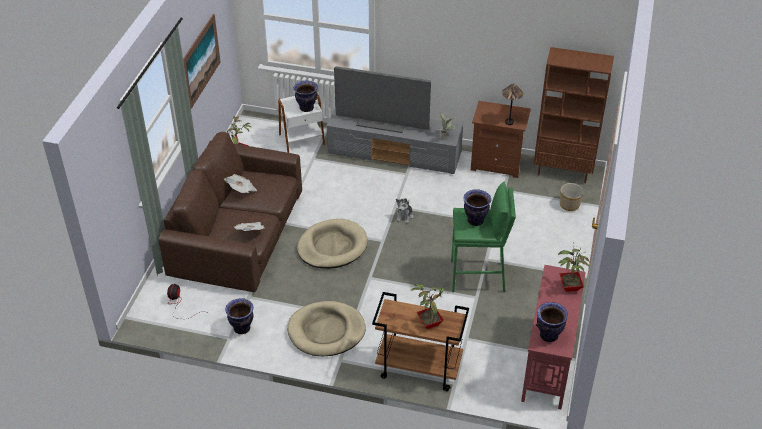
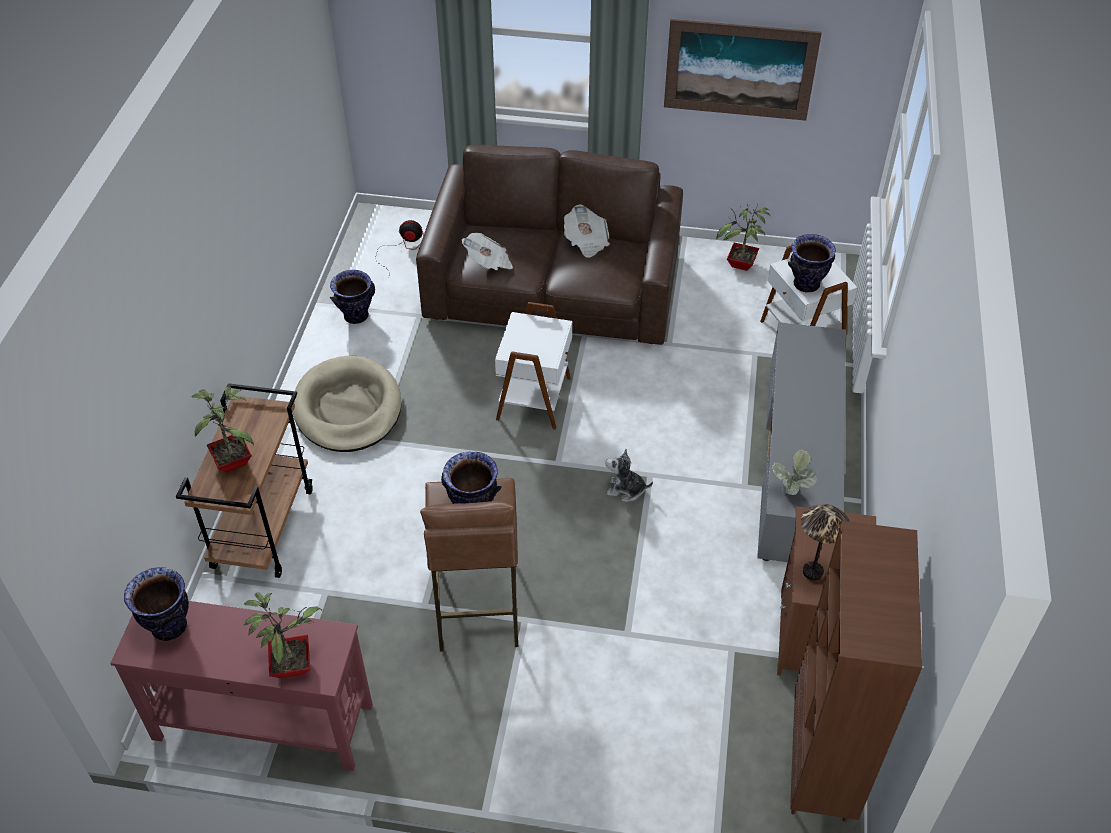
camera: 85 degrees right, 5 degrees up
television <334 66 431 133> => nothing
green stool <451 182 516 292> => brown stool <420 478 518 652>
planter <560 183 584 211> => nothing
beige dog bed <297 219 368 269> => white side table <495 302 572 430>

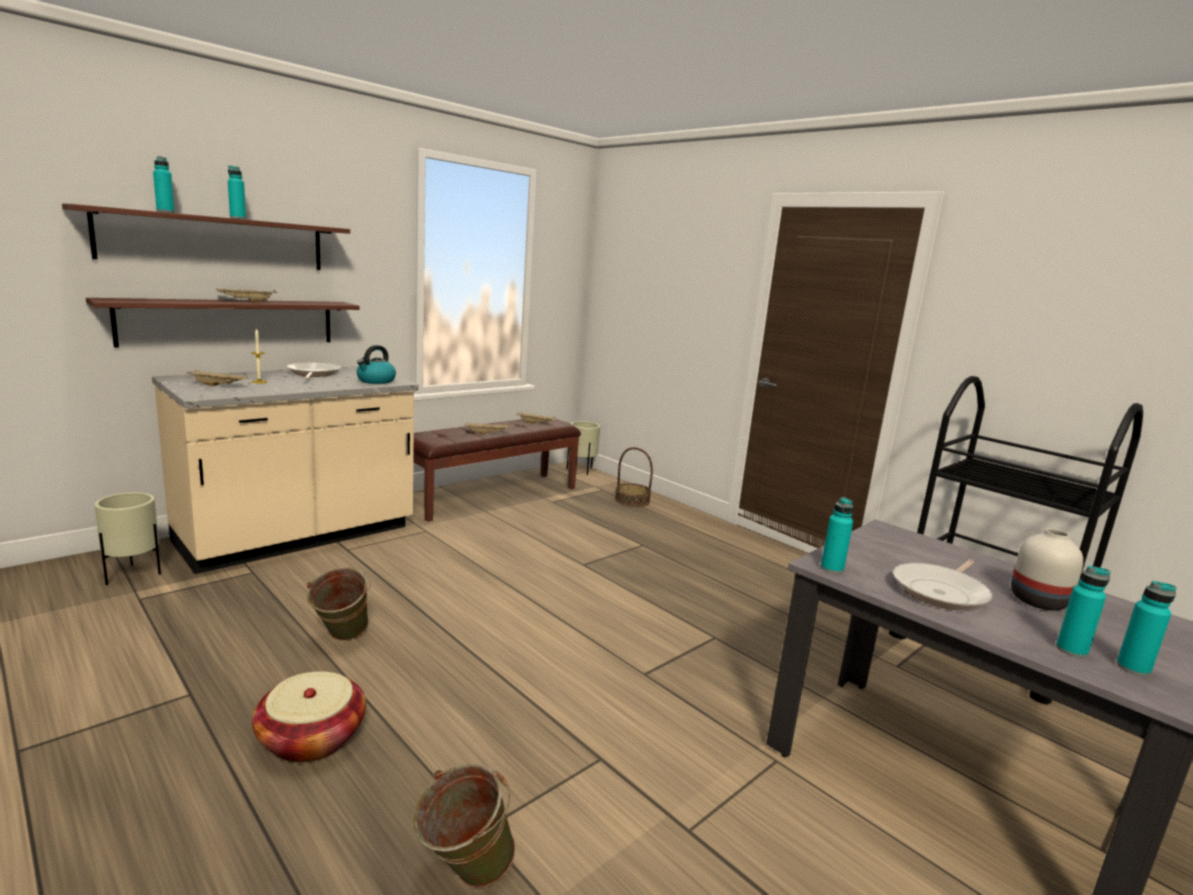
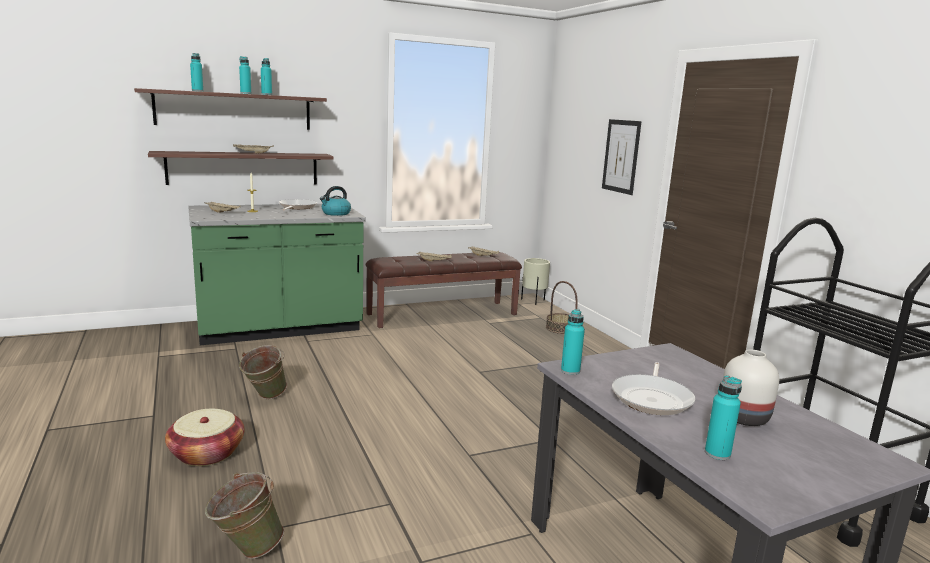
camera: 20 degrees right, 0 degrees up
beige counter <152 366 419 574> => green counter <188 204 366 345>
beige planter <94 492 161 585> => nothing
frying pan <893 560 992 610> => frying pan <612 362 695 415>, 45 degrees counterclockwise
turquoise bottle <1116 581 1177 676> => turquoise bottle <261 58 272 95>, move
nothing => picture <602 119 642 195>

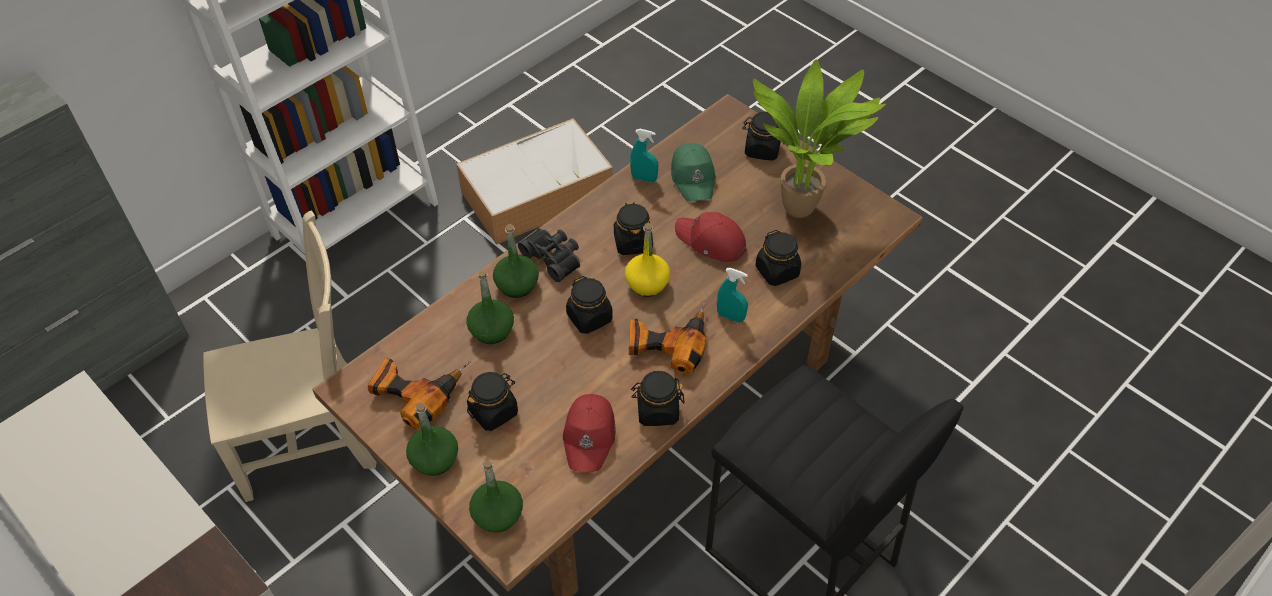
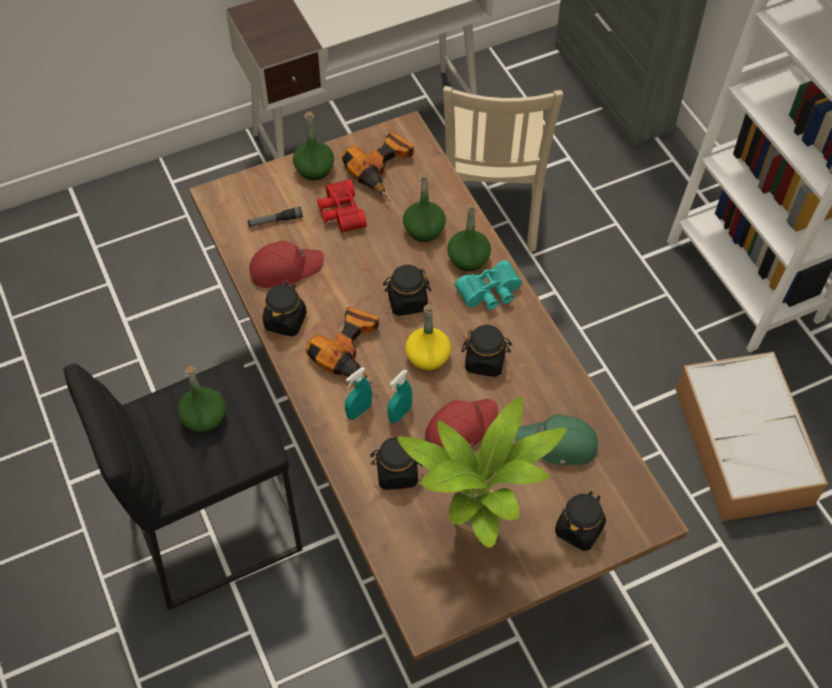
camera: 110 degrees right, 5 degrees up
turquoise spray bottle <630 129 658 182> => turquoise spray bottle <387 369 412 423>, move
black binoculars <518 228 580 282> => turquoise binoculars <455 260 522 310>
black jar <467 372 518 431> => red binoculars <317 179 367 233>
red cap <563 394 616 472> => red cap <249 241 324 288>, 135 degrees clockwise
green bottle <469 460 523 533> => green bottle <177 366 226 433>, move
nothing => flashlight <247 207 303 227>

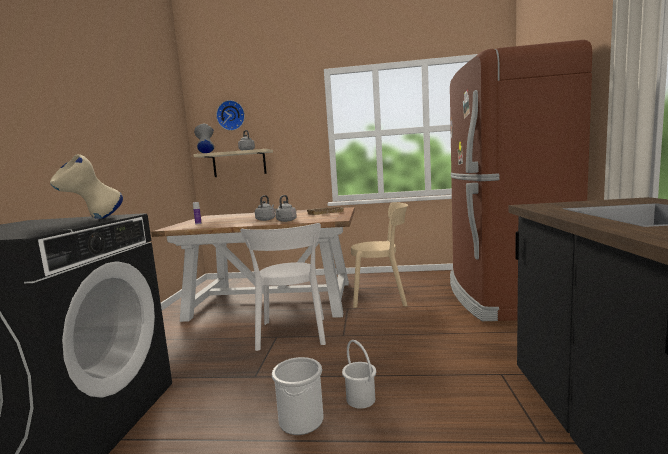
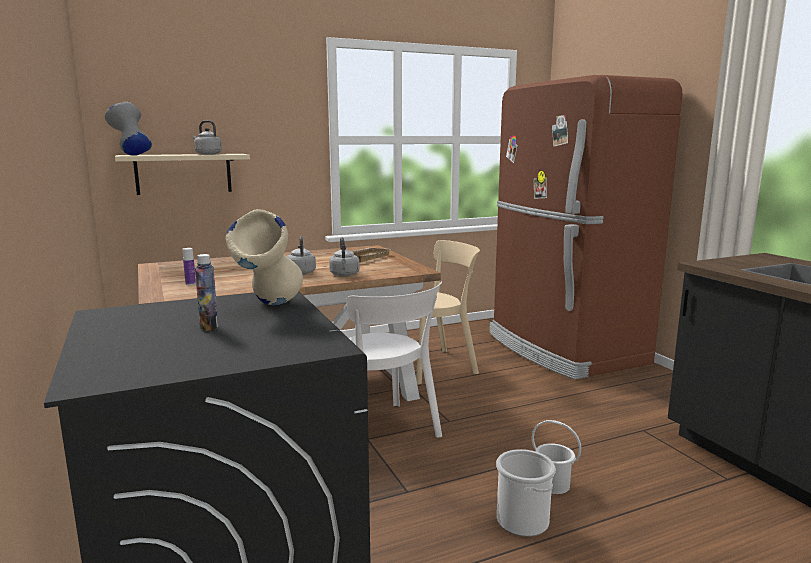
camera: 30 degrees left, 5 degrees up
wall clock <216 100 245 131> => nothing
nothing => bottle <195 254 218 331>

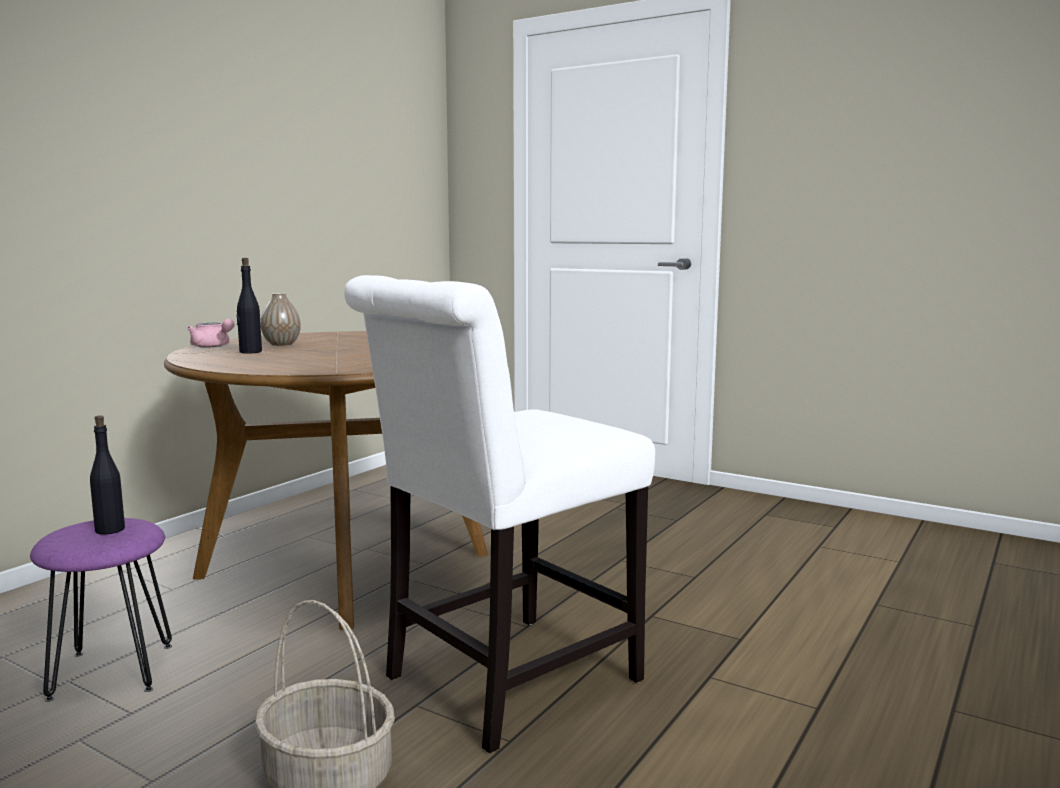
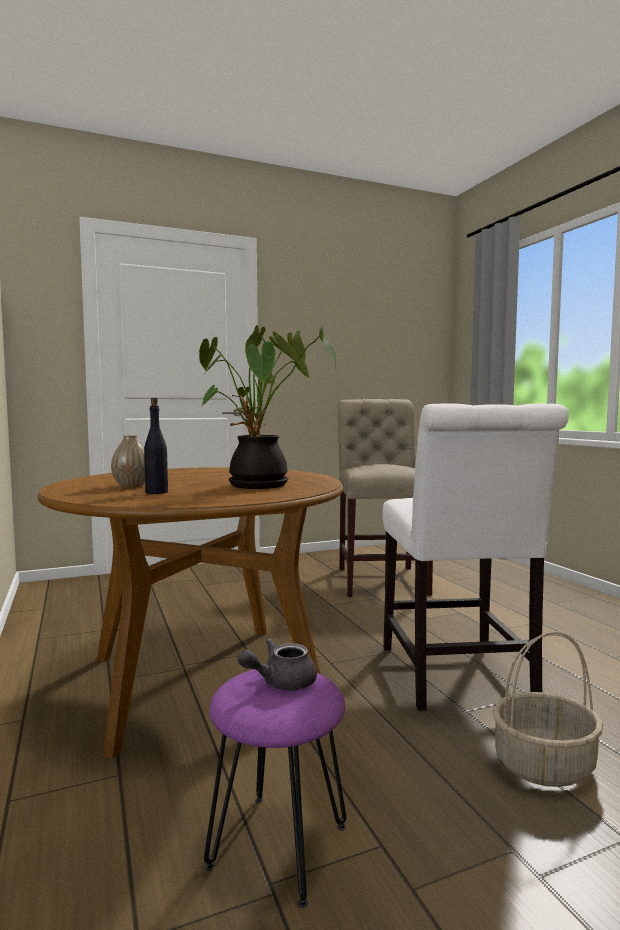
camera: 55 degrees left, 5 degrees down
pink teapot <187 319 234 347> => nothing
black bottle <90 415 125 535> => grey teapot <238 638 317 691>
nothing => potted plant <199 325 337 489>
nothing => beige chair <338 399 433 597>

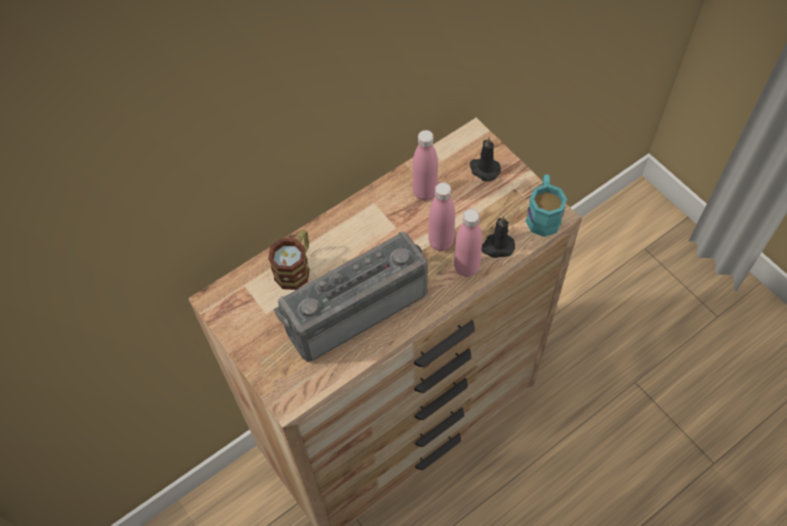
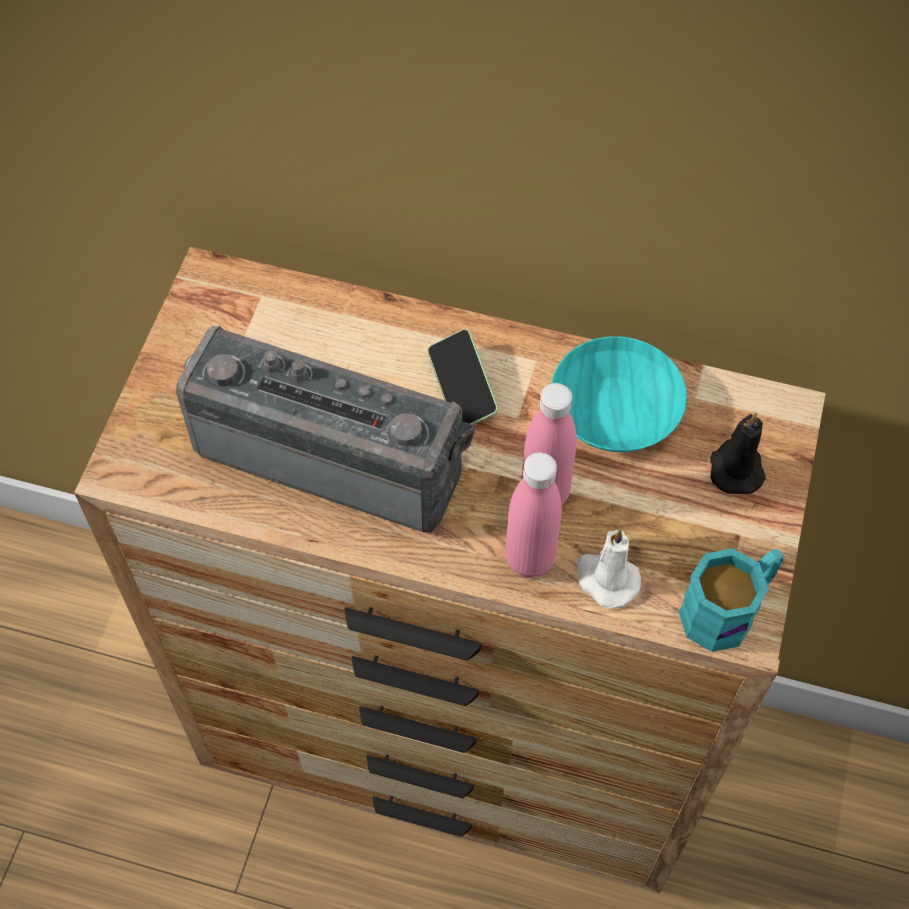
camera: 50 degrees right, 0 degrees up
pink bottle <413 130 438 201> => turquoise bowl <551 336 687 452>
black candle <481 216 515 258> => white candle <577 529 641 608>
mug <268 229 310 290> => nothing
nothing => phone <427 329 498 425>

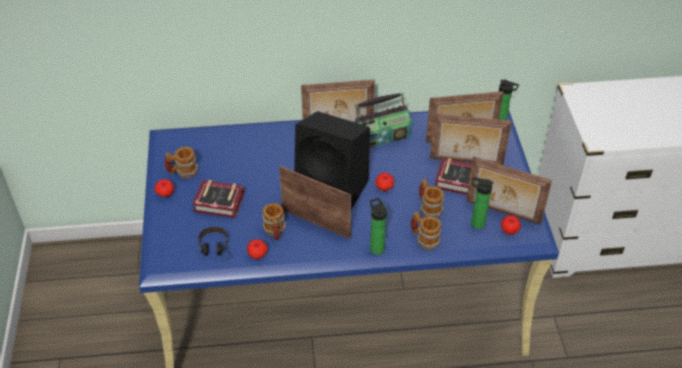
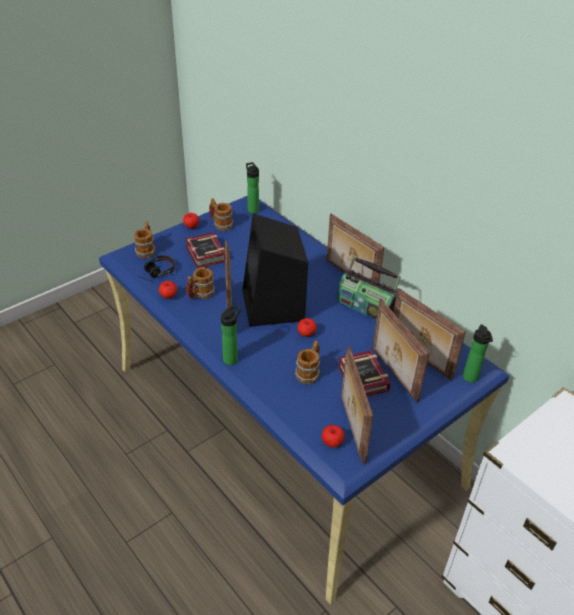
camera: 55 degrees right, 5 degrees down
bottle <471 177 493 229> => bottle <246 162 259 214>, move
mug <410 211 441 250> => mug <134 221 155 258>, move

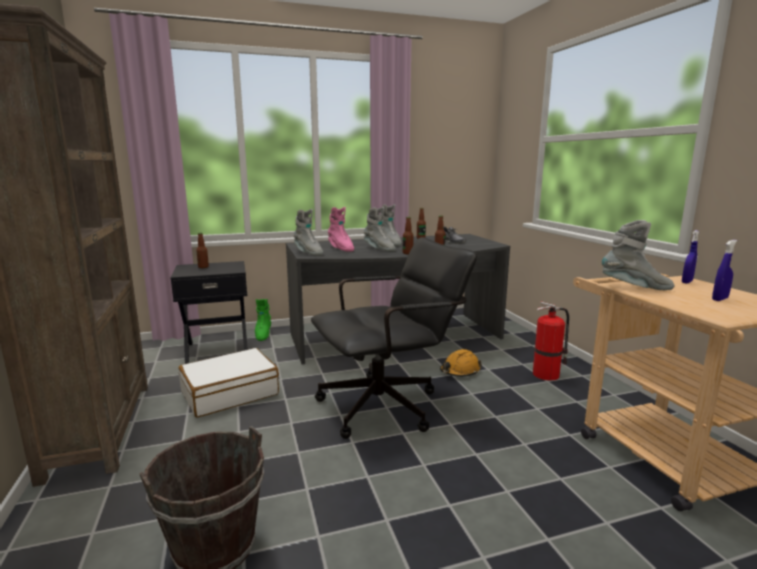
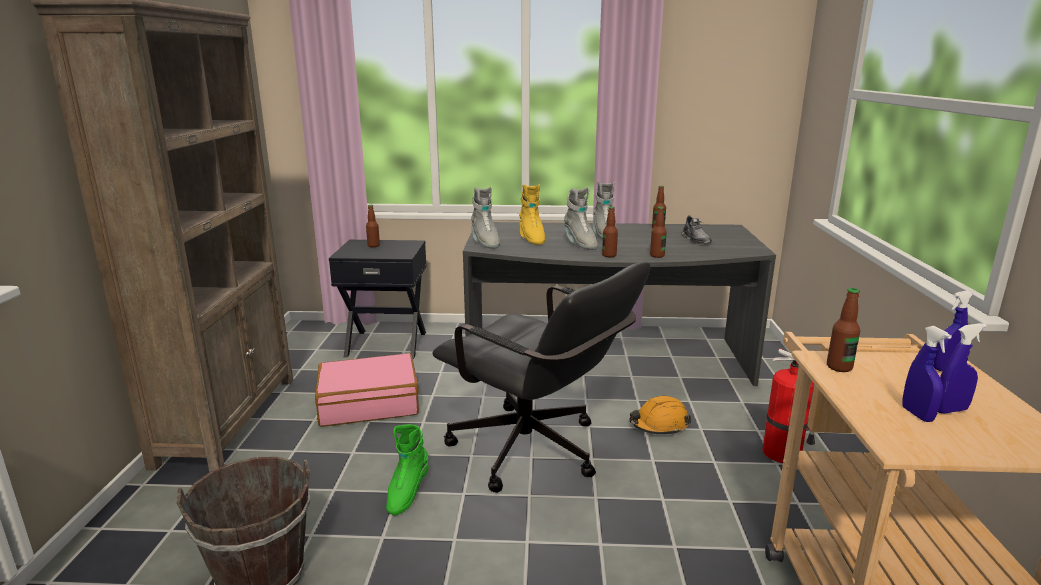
camera: 20 degrees right, 5 degrees up
pink boot <328 207 354 252> => yellow boot <519 184 545 245>
grey boot <602 220 674 290> => bottle <827 288 860 372>
black office chair <311 237 477 439> => black office chair <433 262 651 493>, 45 degrees clockwise
green boot <255 299 271 341> => green boot <386 424 429 516>, move
white suitcase <178 348 279 417> => pink suitcase <315 353 419 427>
nothing => blue spray bottle <903 326 952 422>

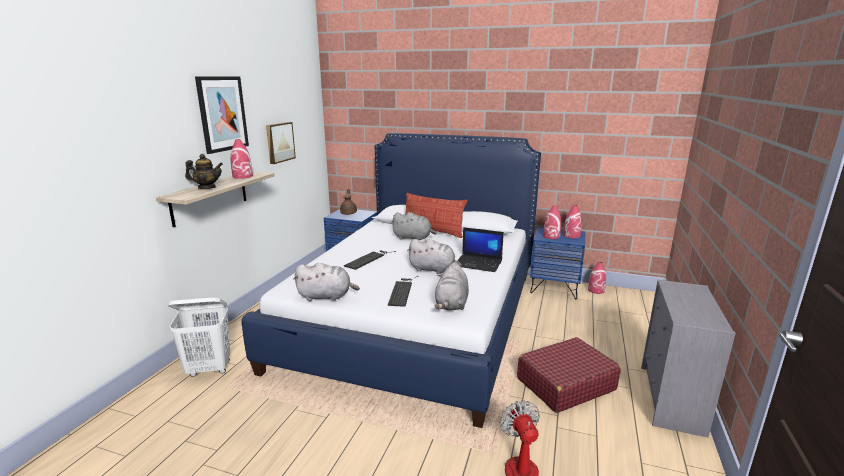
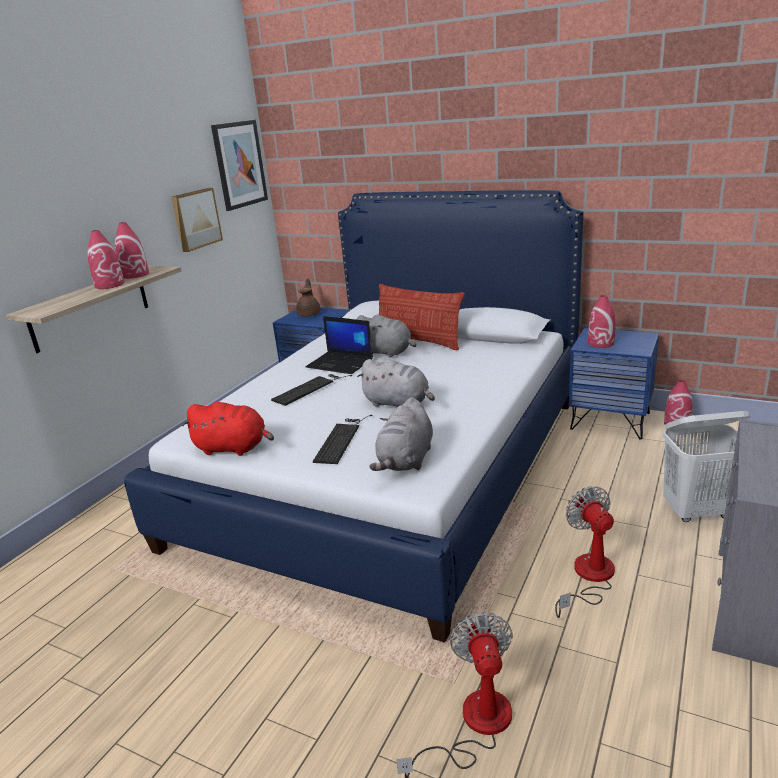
camera: 10 degrees right, 5 degrees up
picture <195 76 249 154> => picture <211 120 268 211>, move
teapot <185 154 223 189> => nothing
red vase <563 205 582 238> => red vase <87 230 124 289>, move
laptop <457 227 504 272> => laptop <306 316 373 374>, move
grey plush toy <293 263 360 301> => red plush toy <183 402 274 456>
white laundry basket <168 298 230 377> => white laundry basket <663 411 751 522>, move
red suitcase <517 337 621 413> => fan <555 486 615 618>

